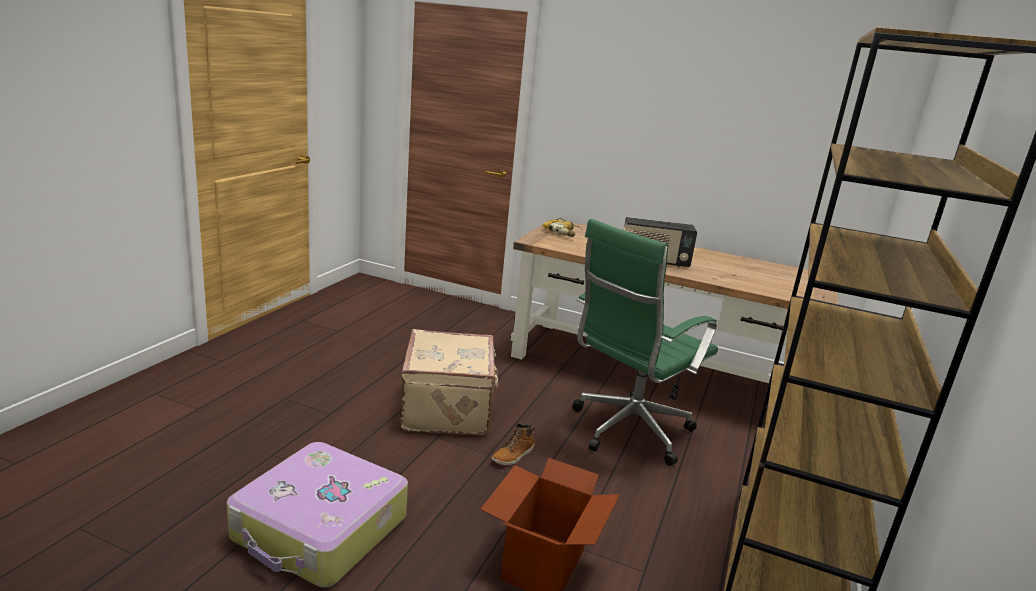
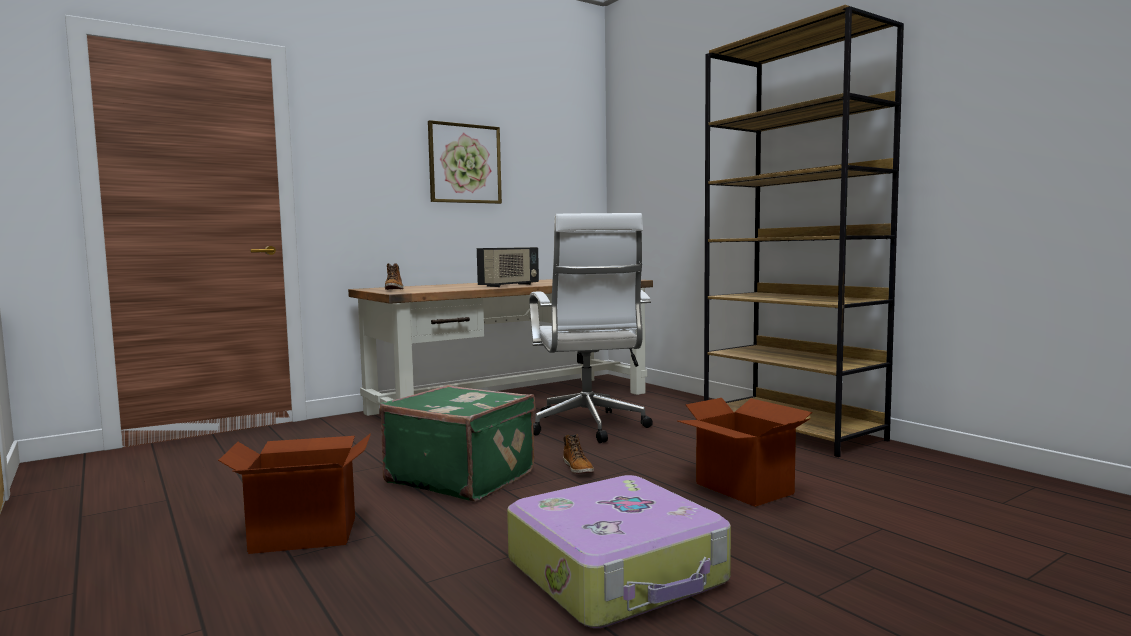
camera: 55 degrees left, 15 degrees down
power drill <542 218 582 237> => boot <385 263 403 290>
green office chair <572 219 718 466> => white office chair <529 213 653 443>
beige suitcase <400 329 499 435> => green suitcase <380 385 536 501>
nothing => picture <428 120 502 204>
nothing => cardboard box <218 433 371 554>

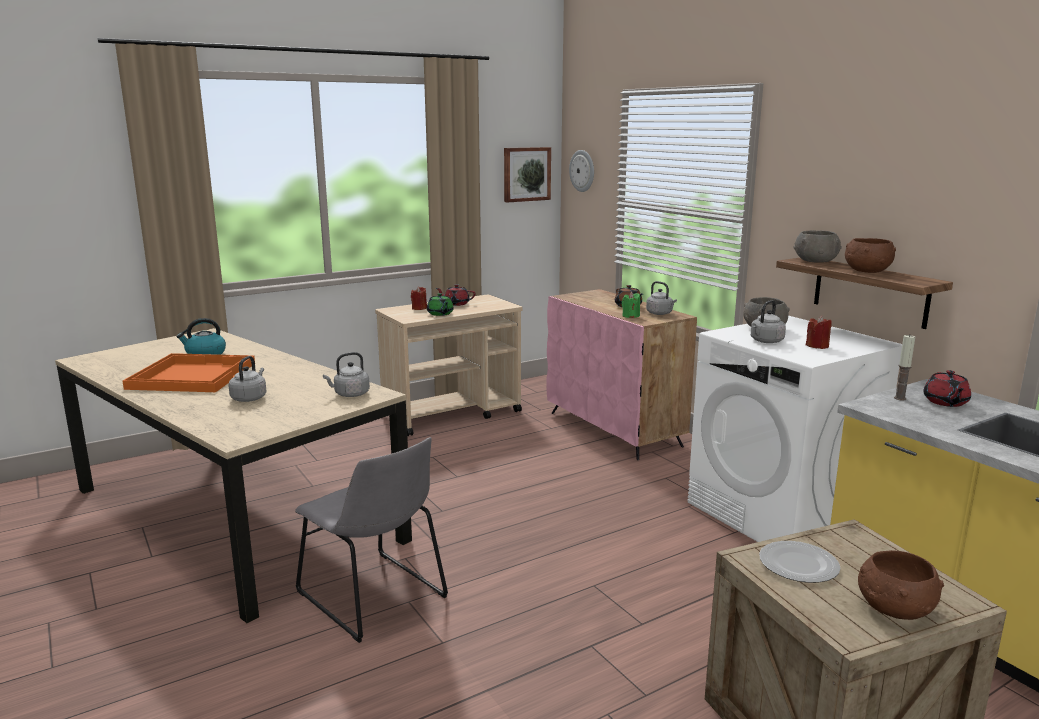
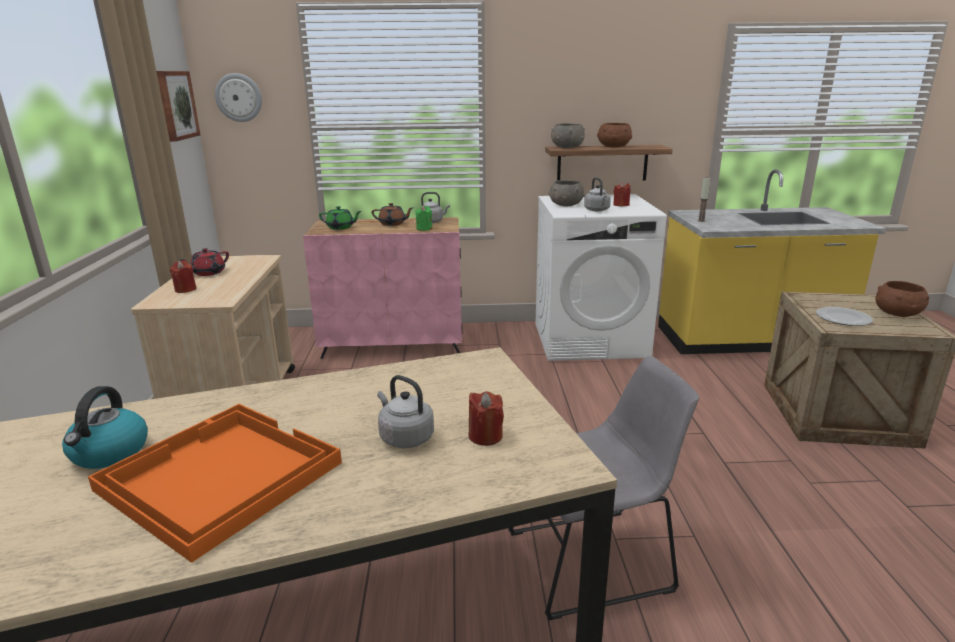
camera: 60 degrees left, 5 degrees up
green teapot <427 293 454 316> => green teapot <319 206 362 230>, move
grey kettle <323 352 370 397> => nothing
red teapot <923 370 971 407> => nothing
nothing => red candle <468 391 504 446>

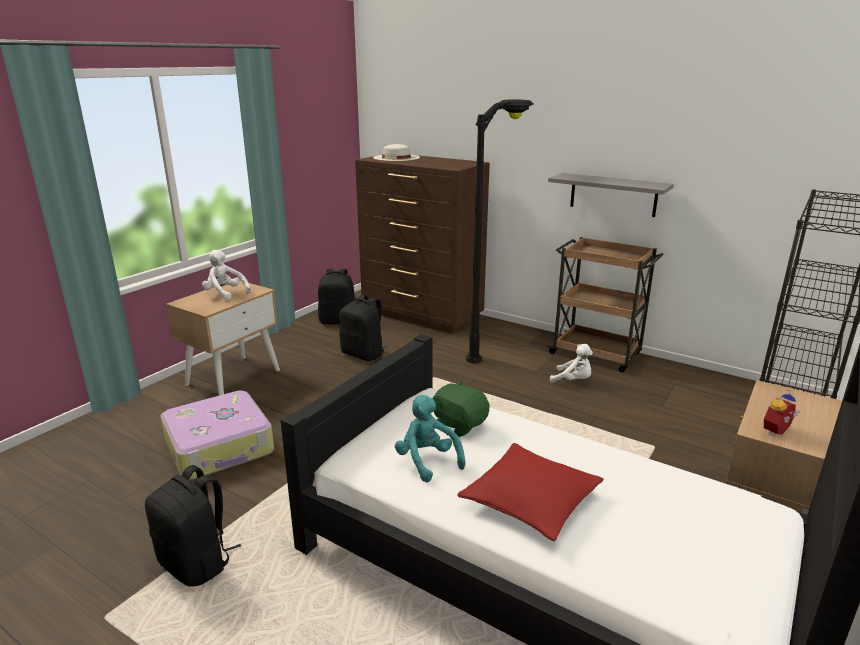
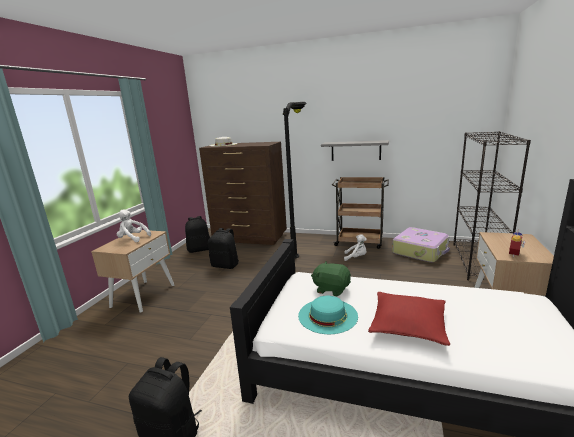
camera: 15 degrees left, 5 degrees down
suitcase <161 391 274 480> => suitcase <392 227 450 263>, move
turquoise plush toy <395 395 465 483> => turquoise hat <298 296 358 334>

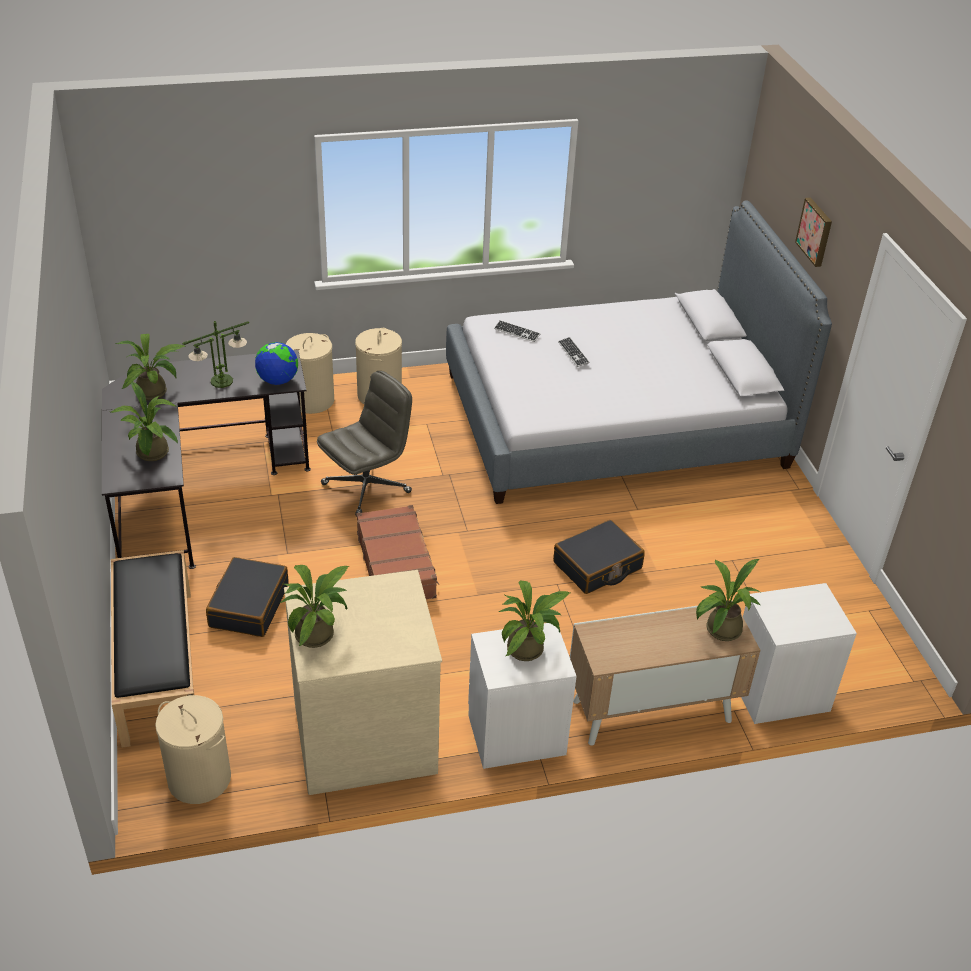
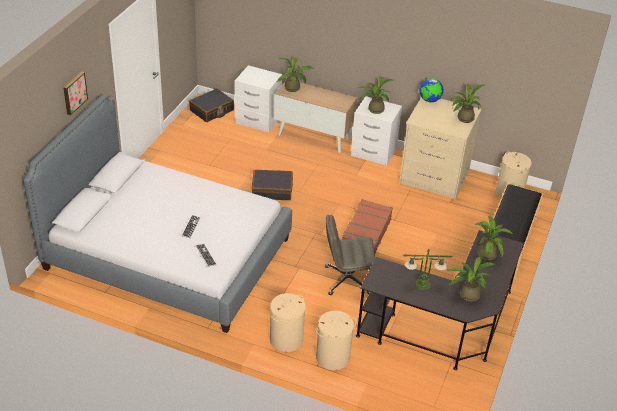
camera: 145 degrees left, 0 degrees up
globe <255 342 298 385> => globe <419 78 443 102>, move
black suitcase <206 557 289 637> => black suitcase <189 88 234 122>, move

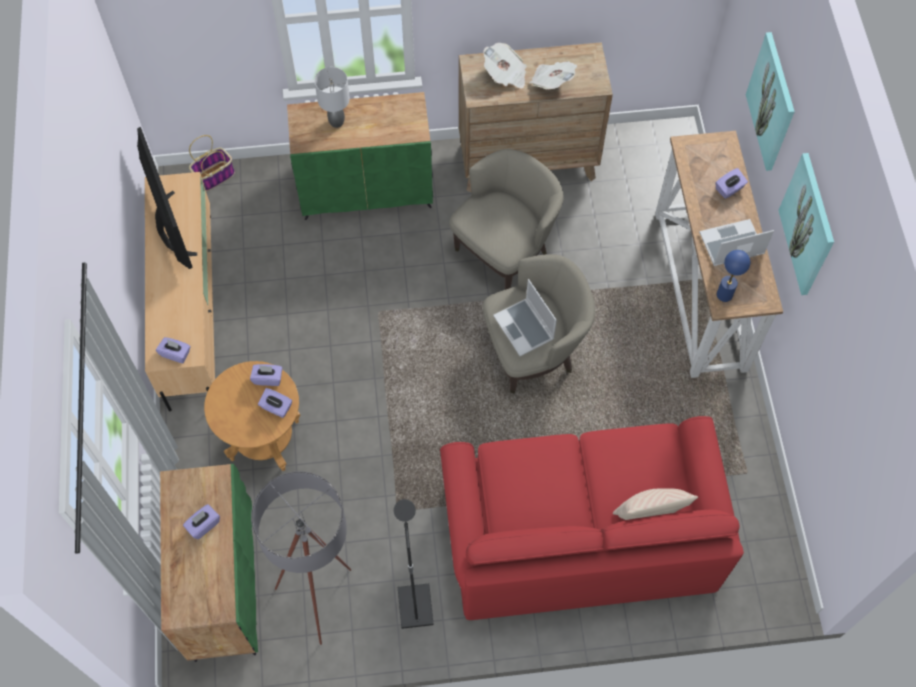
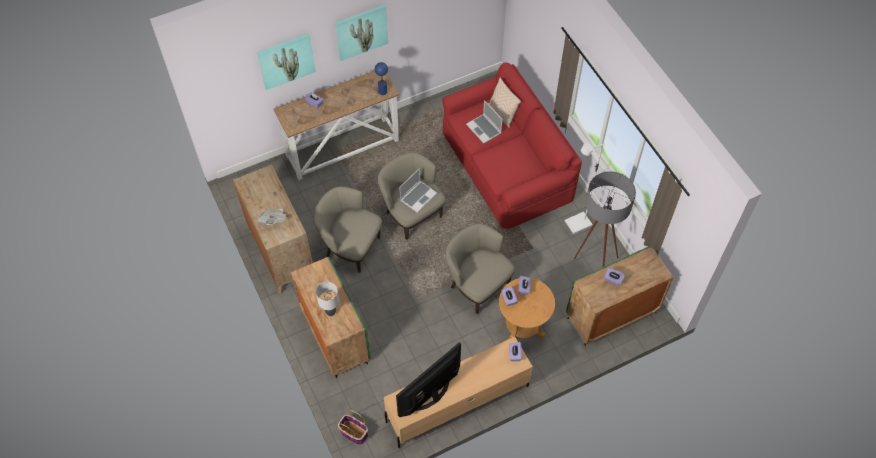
camera: 110 degrees left, 5 degrees down
newspaper <530 61 577 89> => nothing
laptop <699 219 774 266> => laptop <466 100 503 143>, move
black floor lamp <394 499 434 629> => white floor lamp <565 143 603 234>
nothing => beige armchair <445 224 515 314>

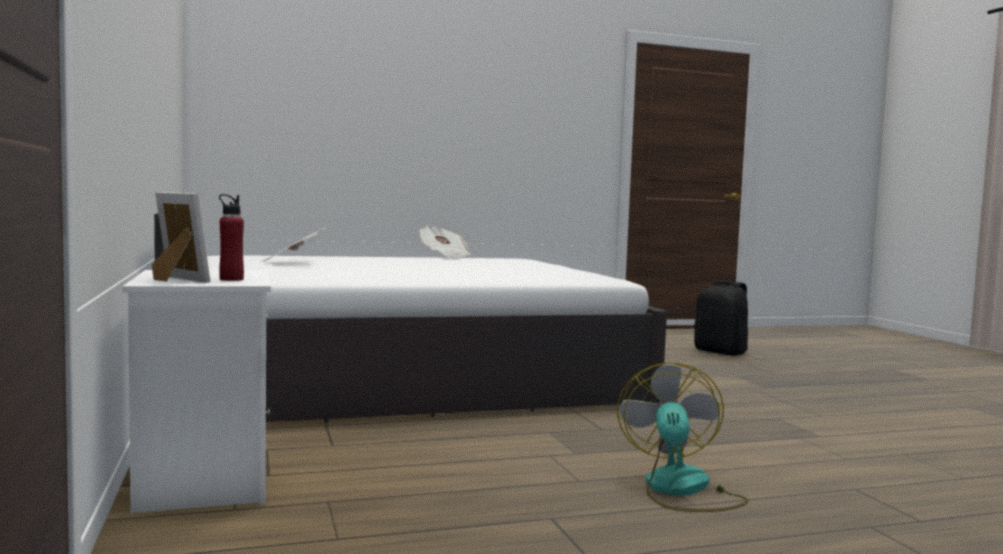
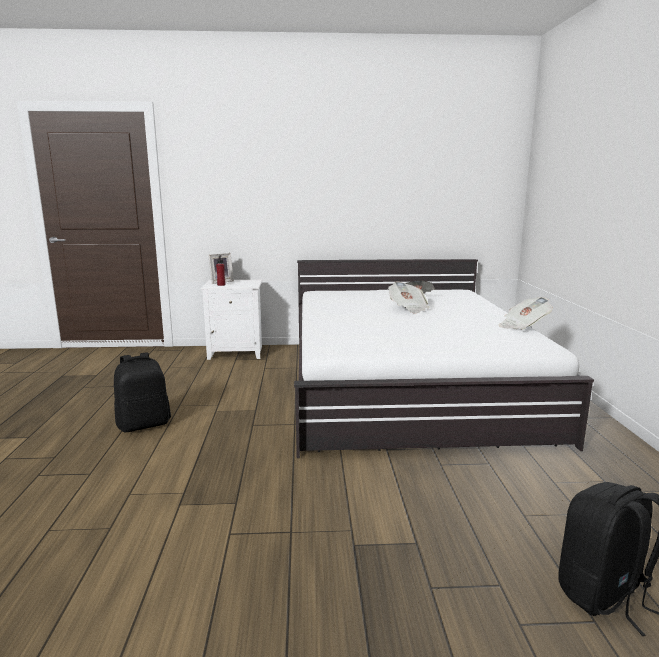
camera: 105 degrees right, 10 degrees up
fan <617 363 749 512> => black backpack <114 352 171 432>
nothing => newspaper <388 282 430 314>

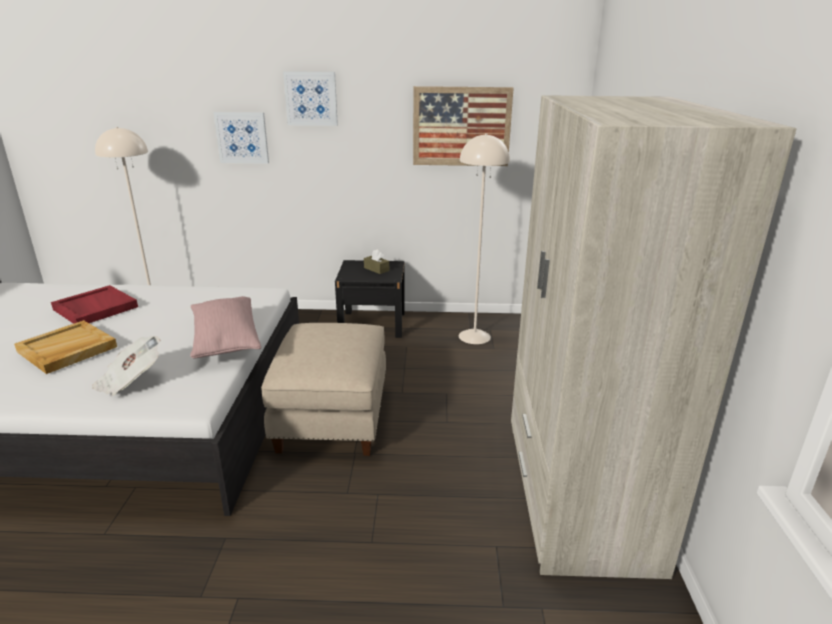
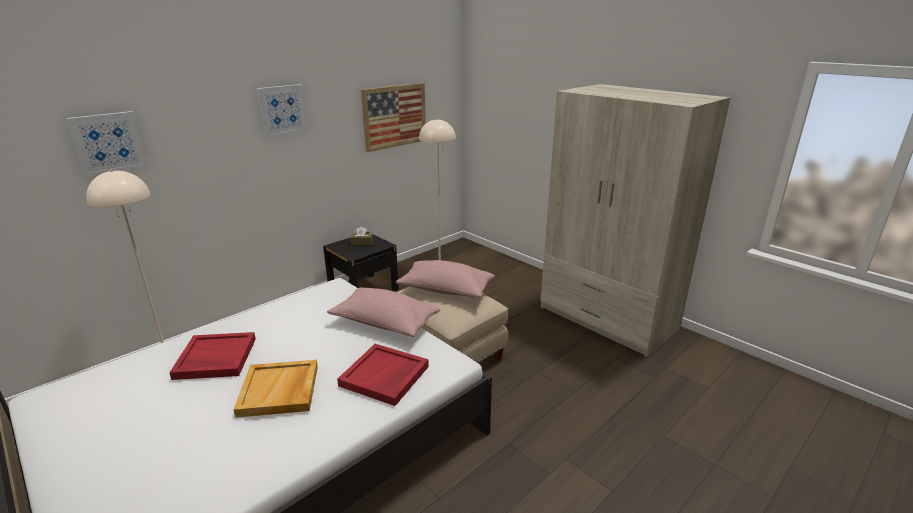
camera: 45 degrees left, 0 degrees up
picture <214 112 269 164> => picture <66 111 148 177>, move
newspaper <92 336 161 396> => red tray <337 344 429 406>
nothing => pink pillow <396 260 495 298>

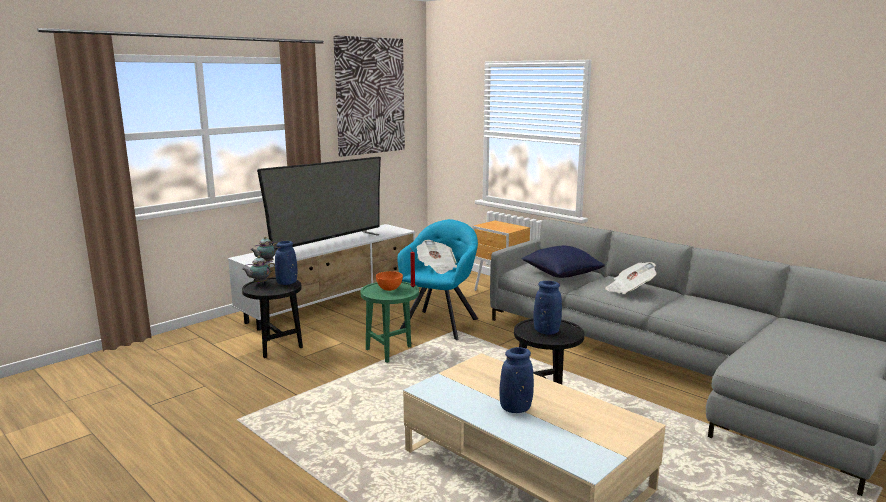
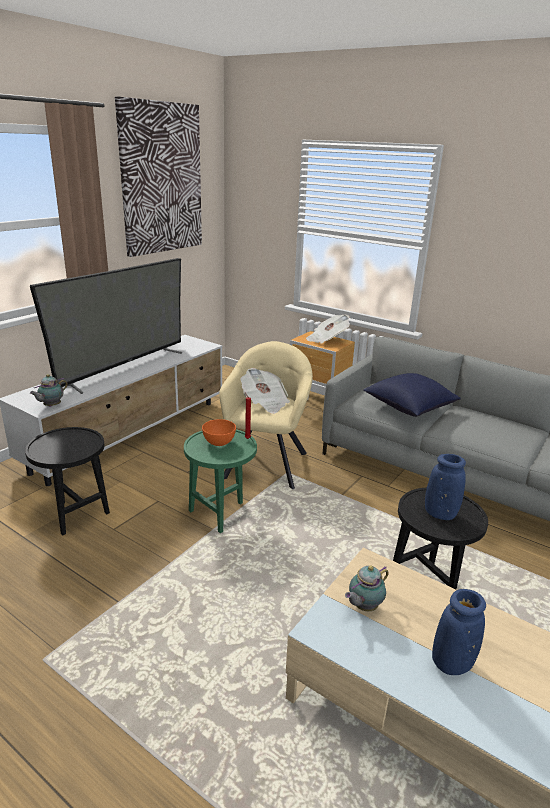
camera: 10 degrees left, 10 degrees up
turquoise armchair <397 219 478 340> => beige armchair <219 341 313 489>
blue vase <275 241 297 285> => nothing
teapot <242 256 275 284> => teapot <345 565 389 611>, move
newspaper <605 262 657 294> => newspaper <306 315 350 344>, move

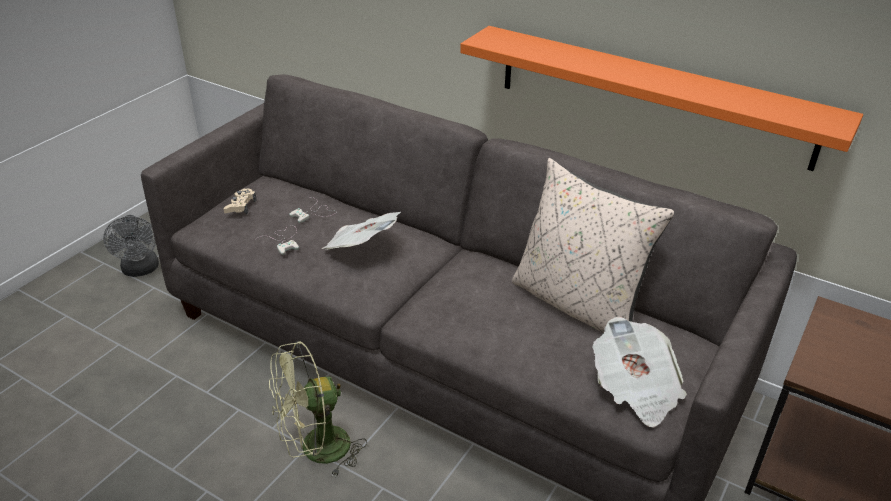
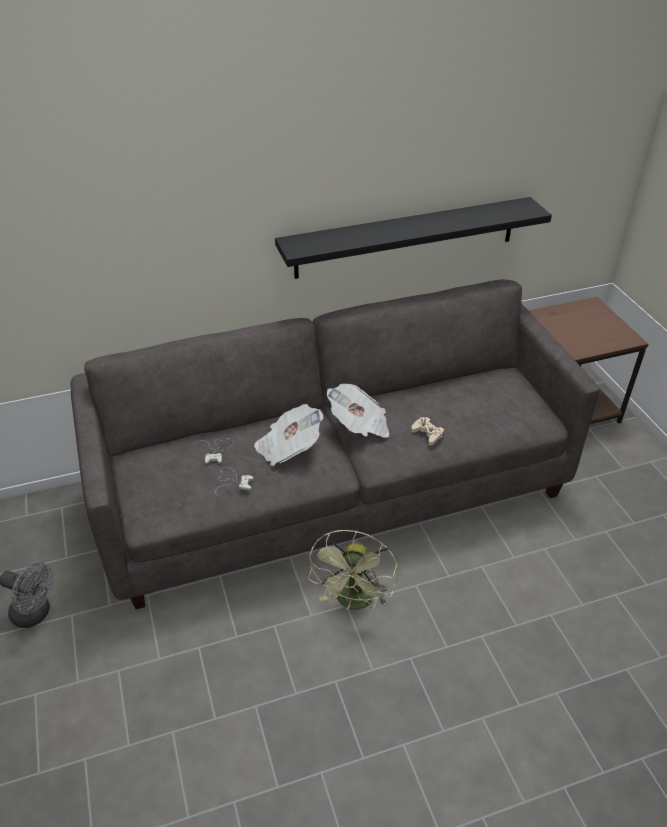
camera: 50 degrees left, 5 degrees up
orange shelf <460 26 863 171> => black shelf <275 197 552 279>
beige pillow <512 158 674 333> => nothing
beige game controller <223 189 257 214> => beige game controller <411 417 444 446>, move
newspaper <592 317 687 428> => newspaper <327 384 389 438>, move

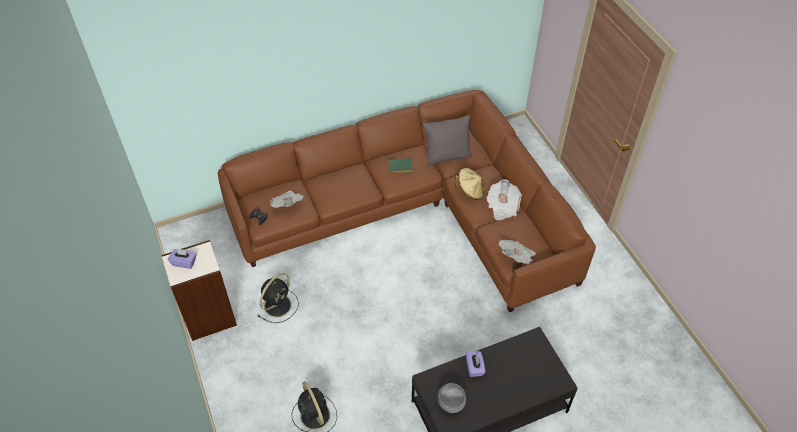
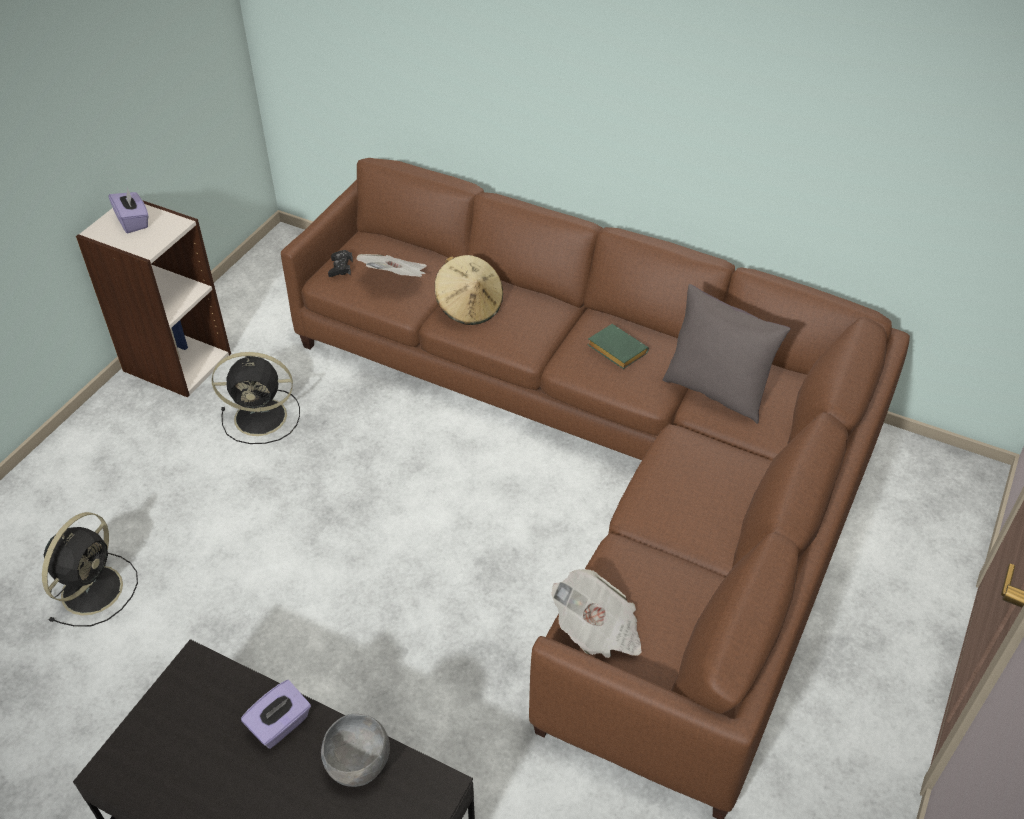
camera: 50 degrees right, 5 degrees down
beige hat <454 168 485 200> => beige hat <435 255 503 325>, move
newspaper <486 179 522 221> => nothing
grey bowl <437 383 467 413> => grey bowl <321 714 390 787>, move

